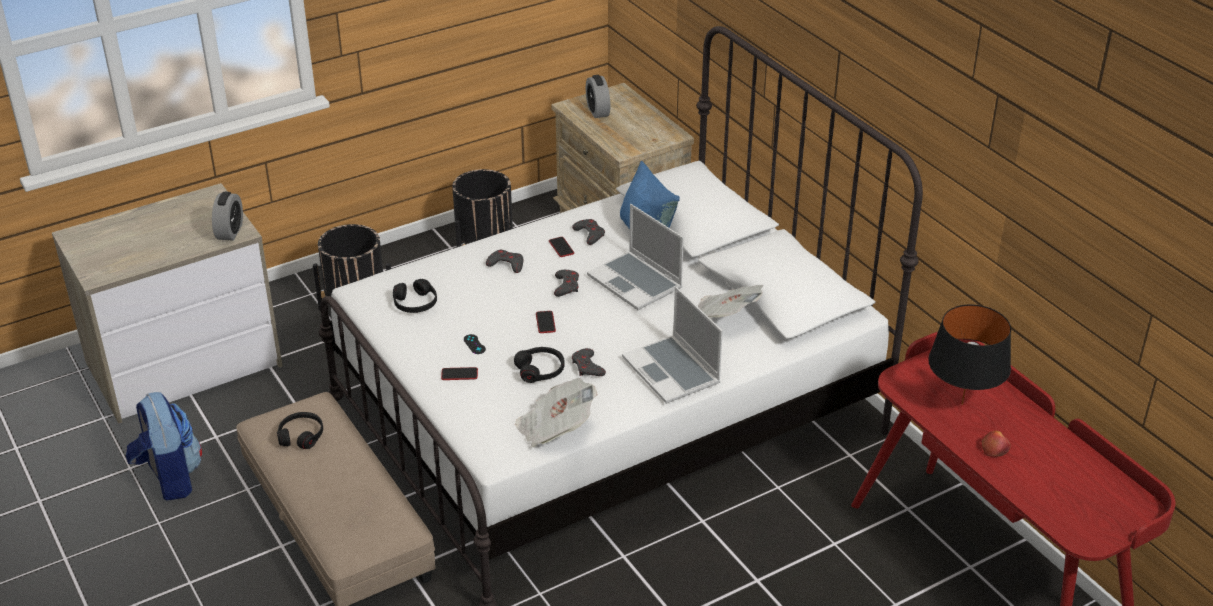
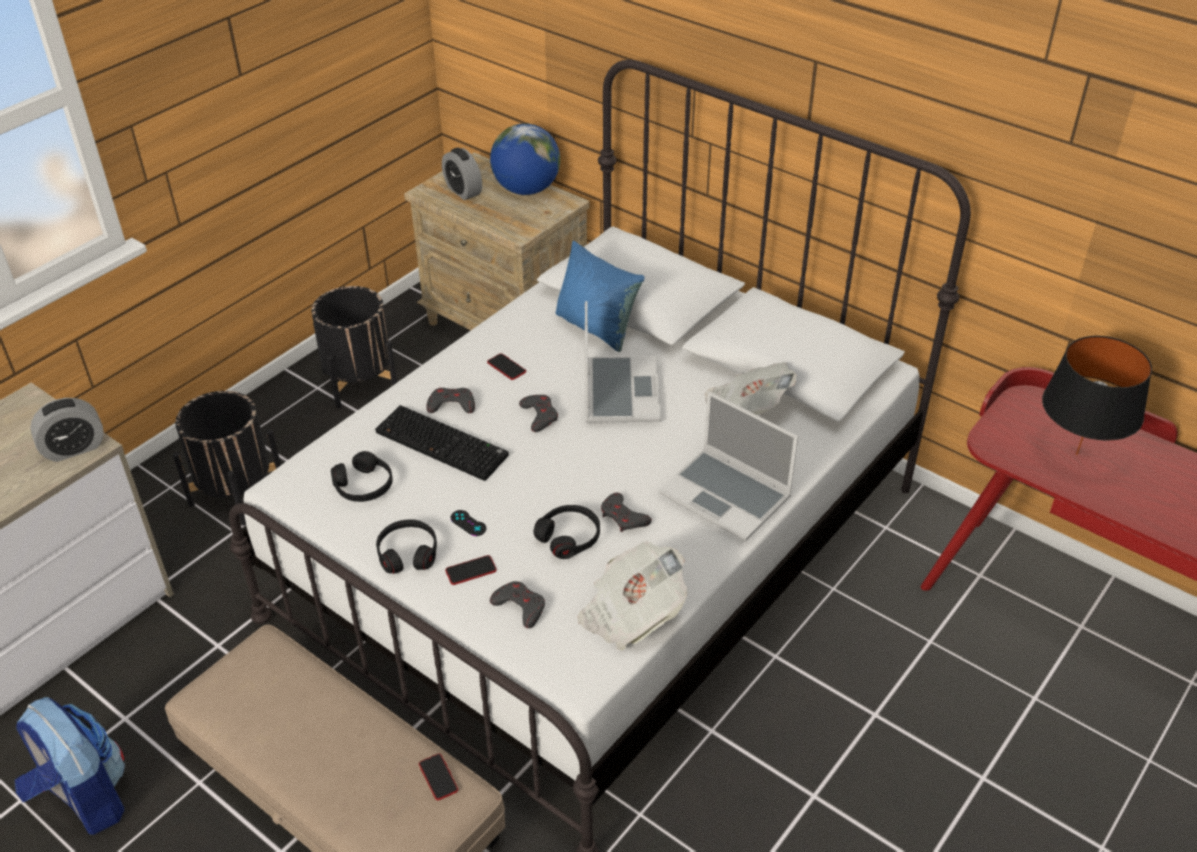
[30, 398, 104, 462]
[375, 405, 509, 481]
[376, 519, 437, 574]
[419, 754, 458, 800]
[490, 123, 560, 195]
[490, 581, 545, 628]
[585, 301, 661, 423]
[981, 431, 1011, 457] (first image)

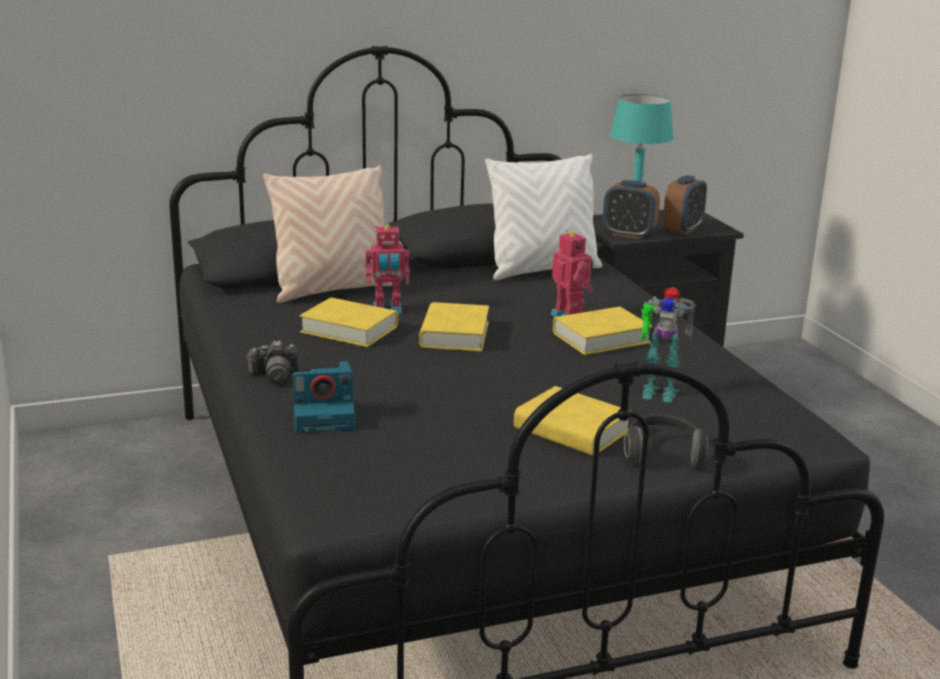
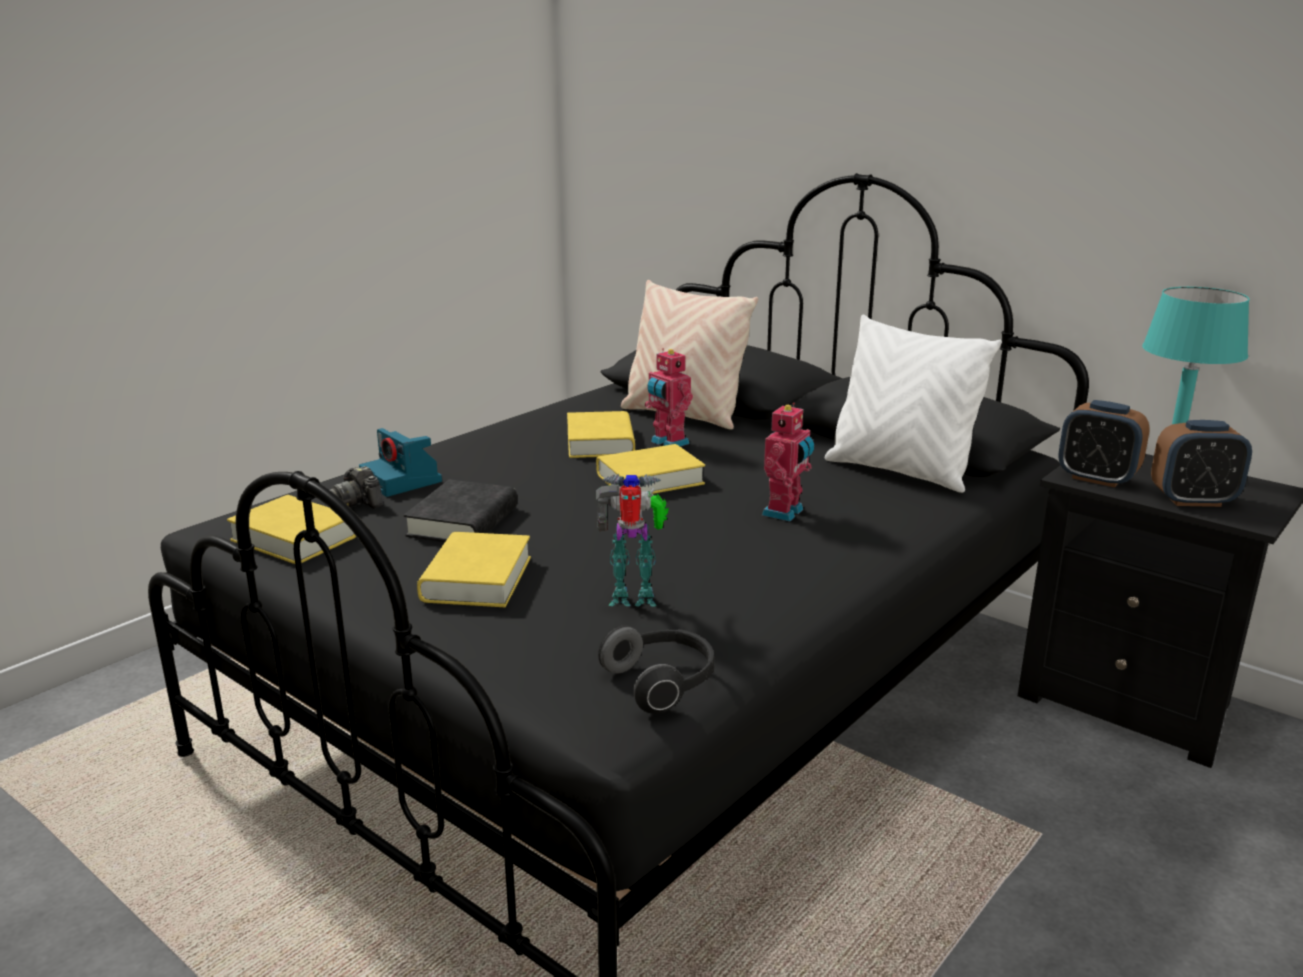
[227, 495, 356, 564]
[330, 466, 383, 509]
[404, 479, 517, 542]
[596, 474, 669, 607]
[598, 625, 714, 714]
[1058, 400, 1150, 488]

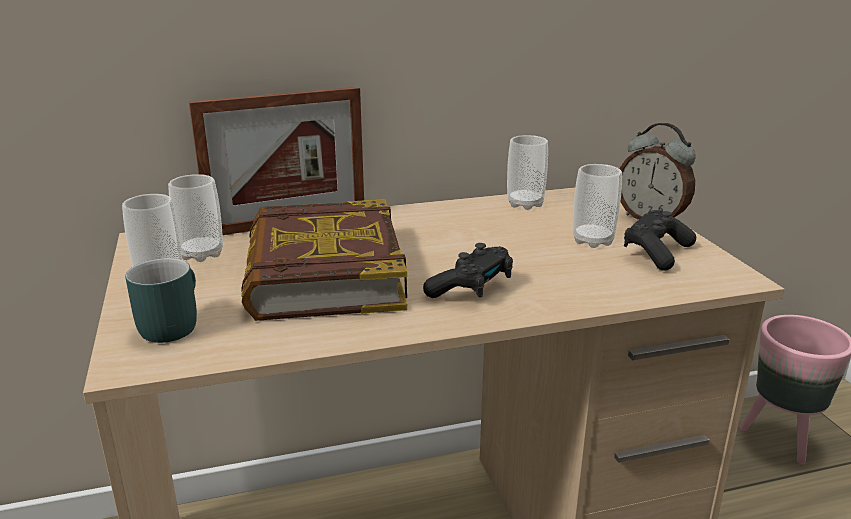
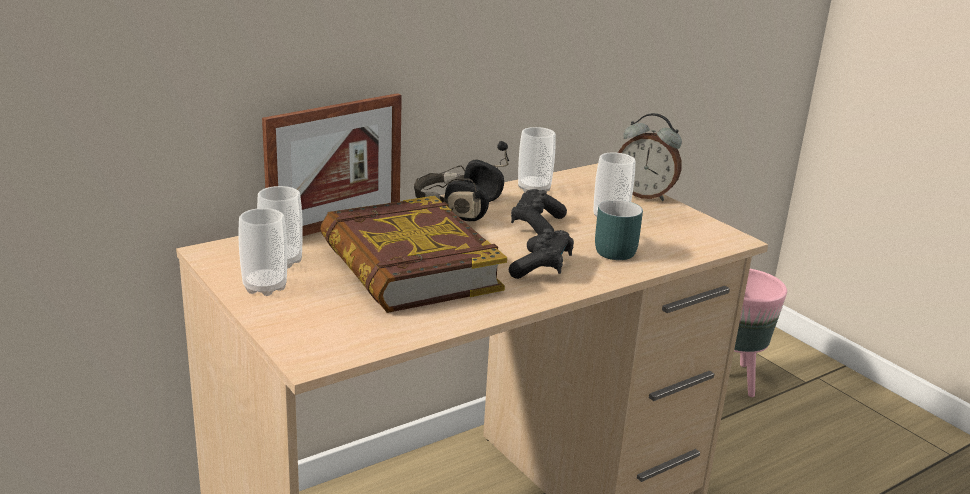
[414, 141, 509, 221]
[511, 189, 567, 235]
[595, 200, 643, 260]

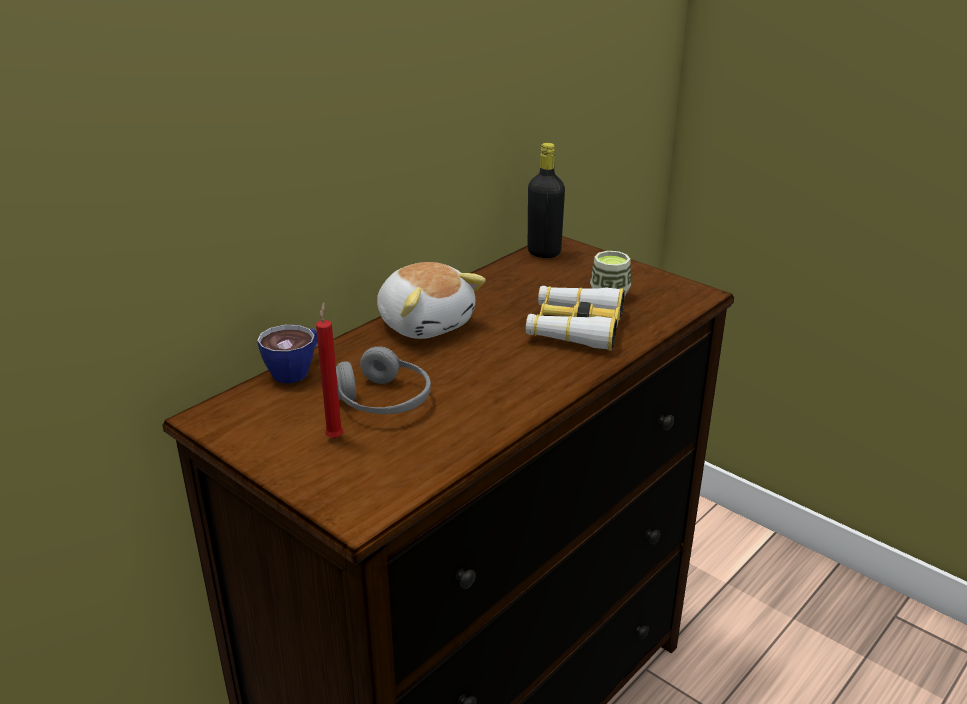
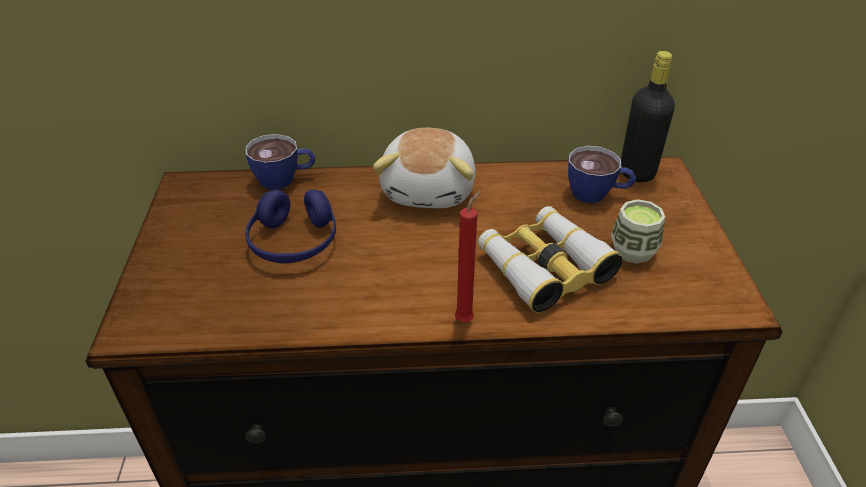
[245, 189, 336, 263]
[455, 190, 481, 322]
[568, 146, 636, 203]

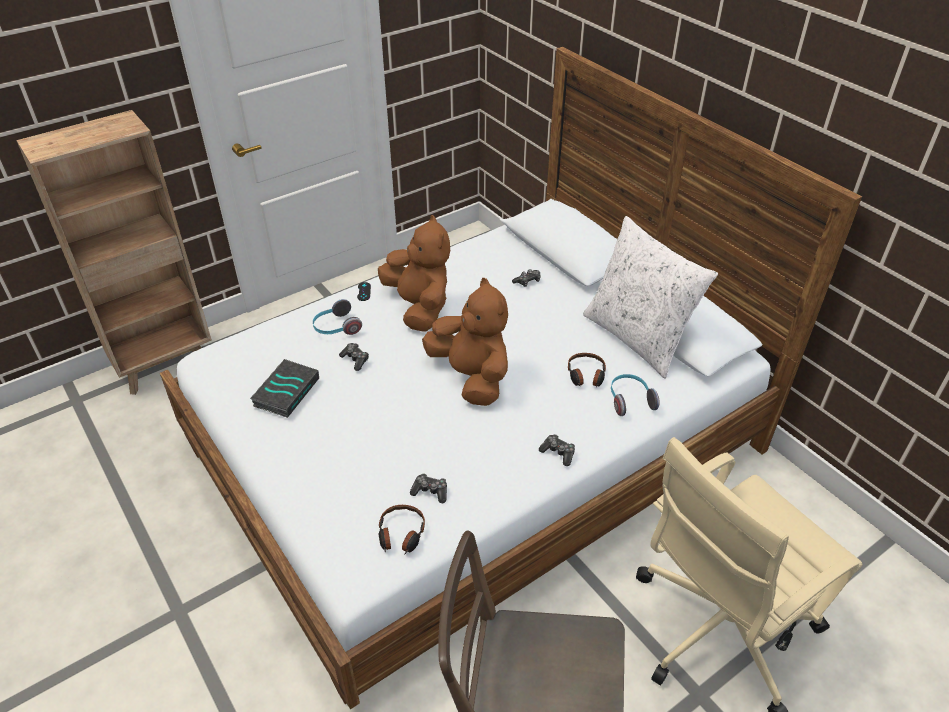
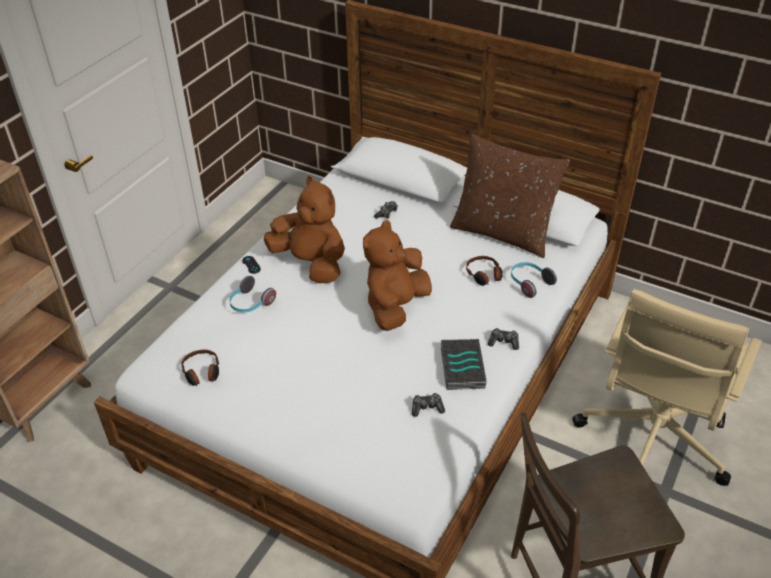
[181, 350, 219, 386]
[363, 220, 432, 331]
[441, 339, 486, 390]
[450, 134, 570, 258]
[339, 343, 369, 371] (first image)

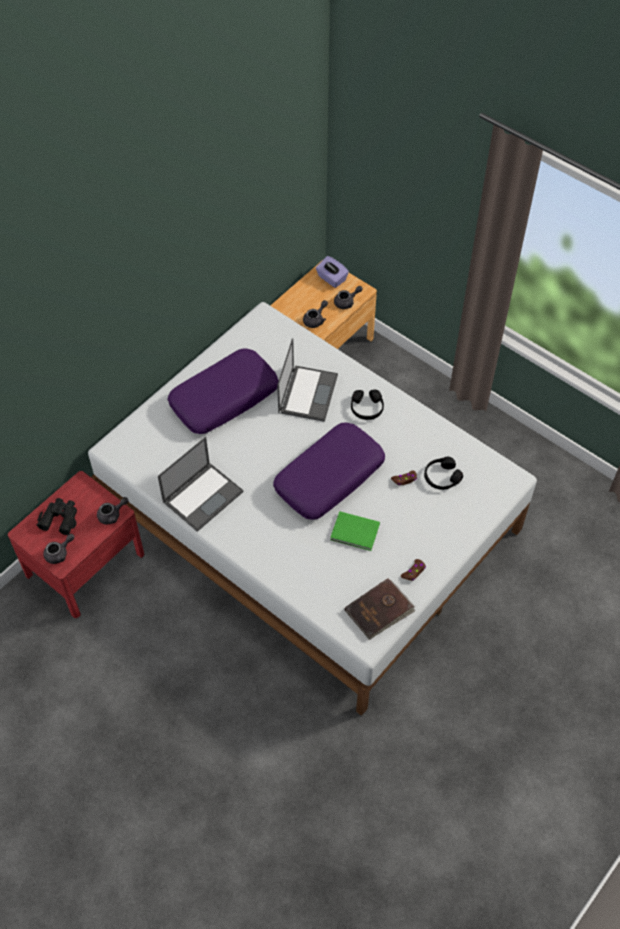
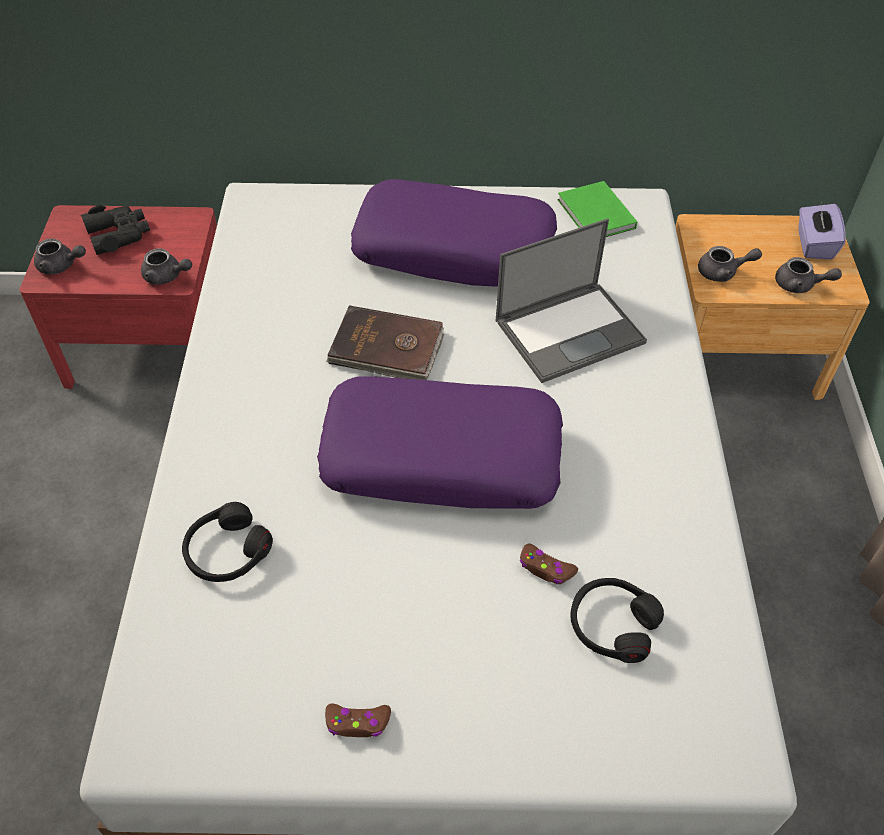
[182, 502, 273, 582]
[326, 305, 444, 380]
[557, 181, 637, 237]
[158, 437, 243, 532] (first image)

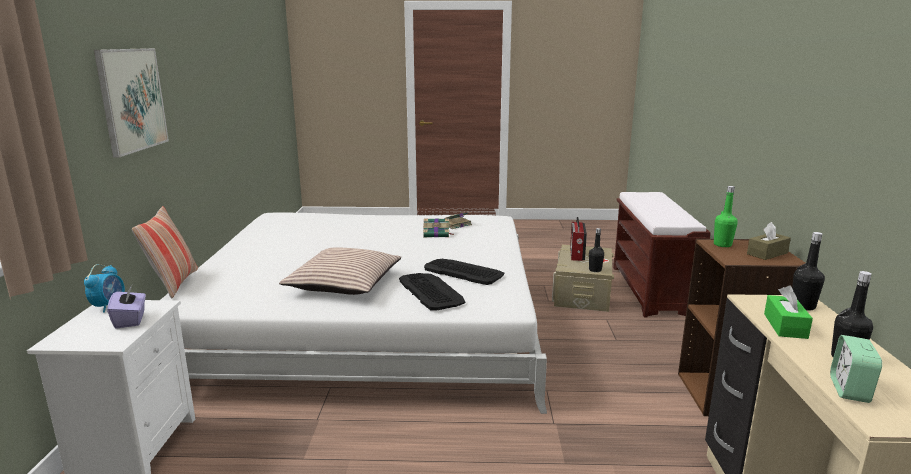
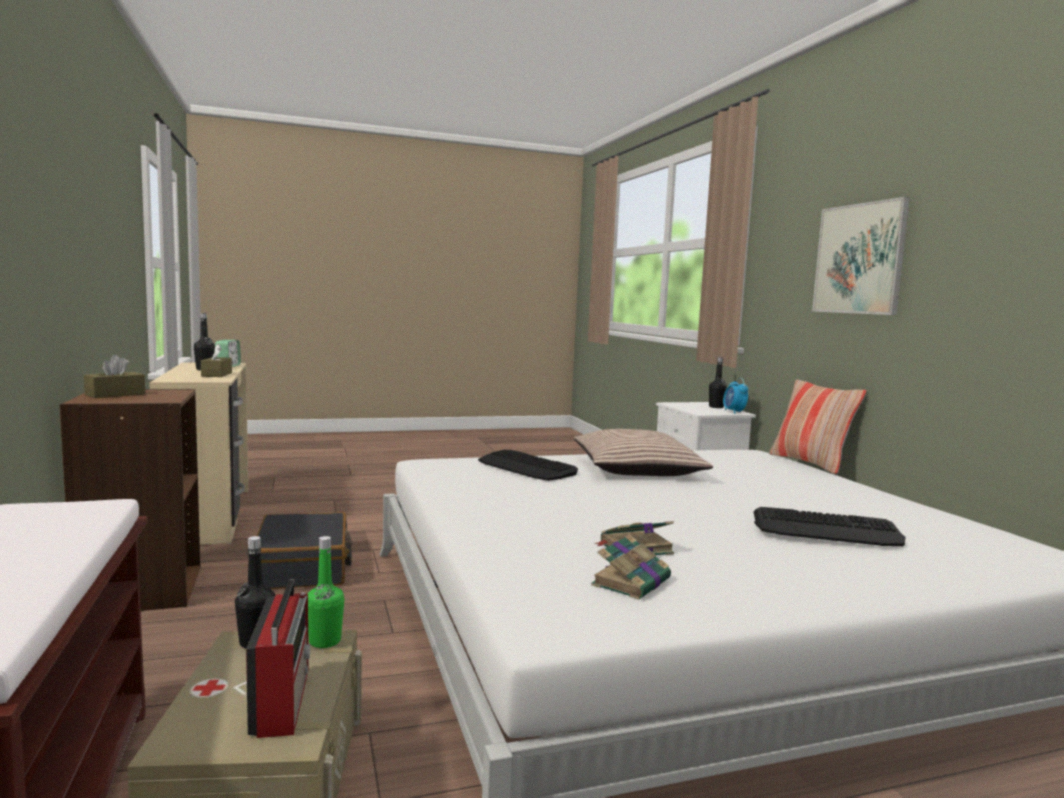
[201, 344, 232, 377]
[257, 512, 353, 589]
[307, 536, 345, 648]
[709, 357, 727, 408]
[754, 507, 905, 546]
[107, 285, 146, 329] (first image)

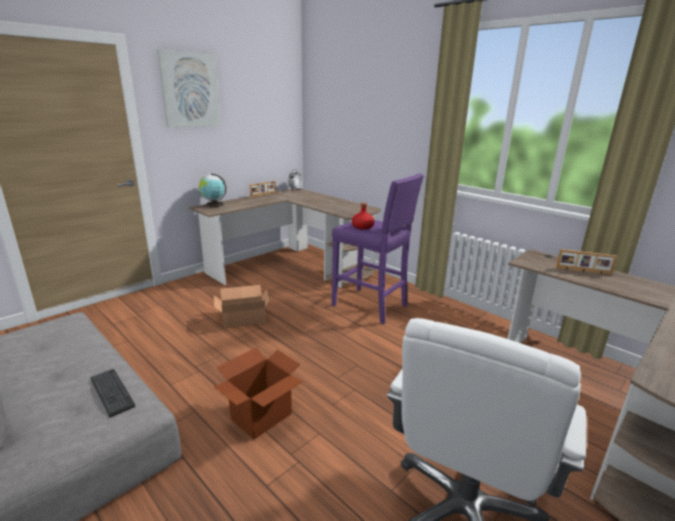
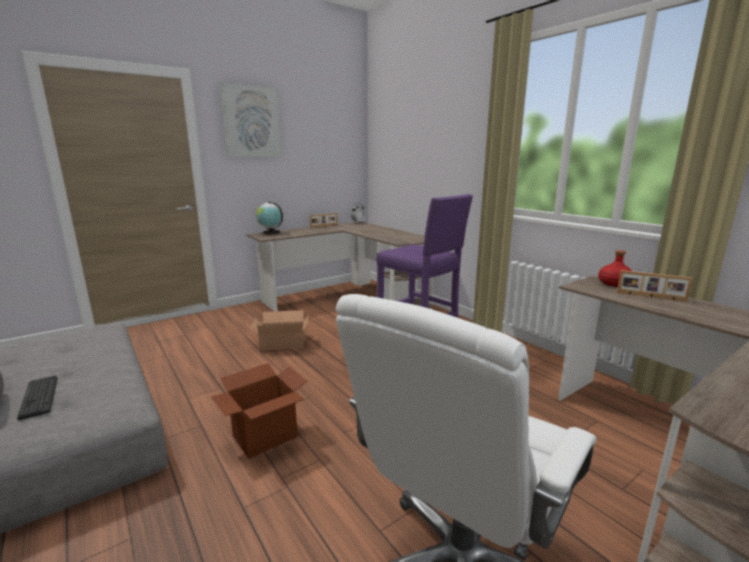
[17, 375, 58, 420]
[598, 250, 632, 287]

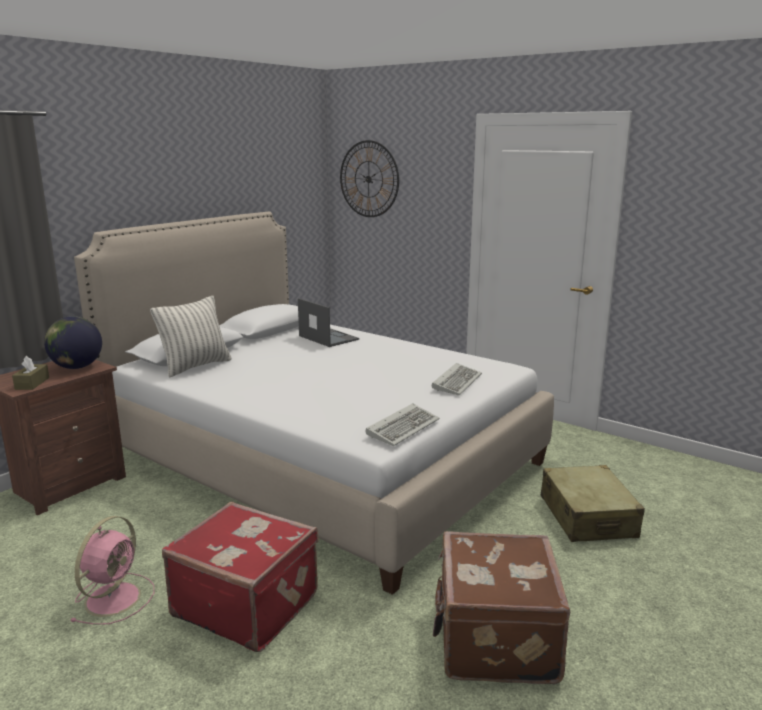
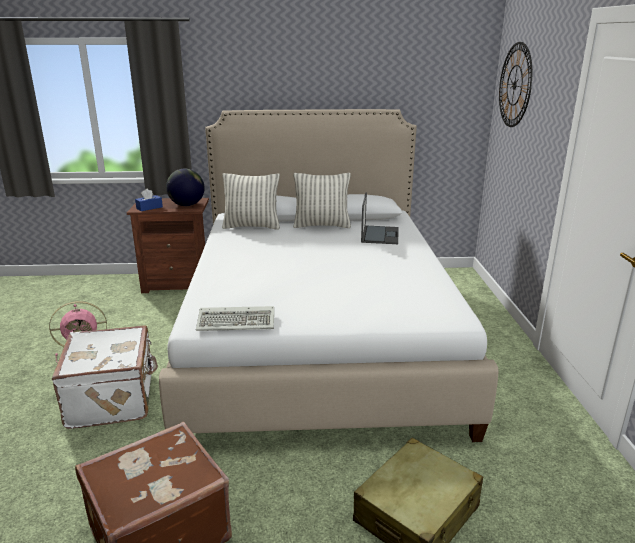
[52, 325, 158, 429]
[135, 189, 163, 211]
[293, 173, 351, 228]
[432, 363, 482, 395] (first image)

